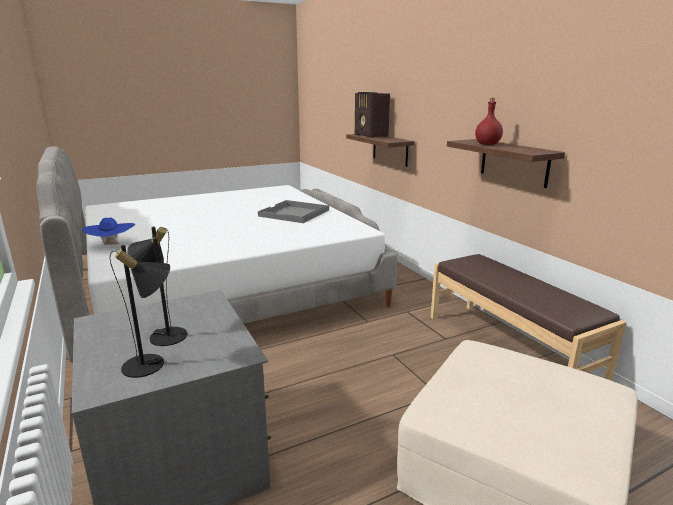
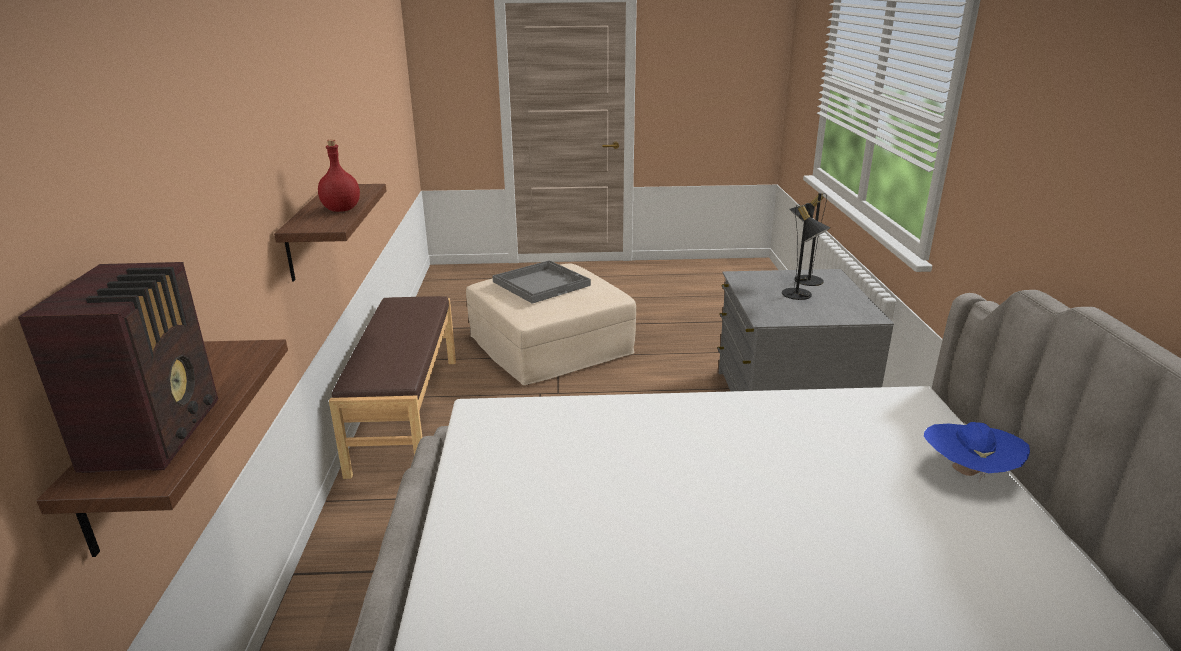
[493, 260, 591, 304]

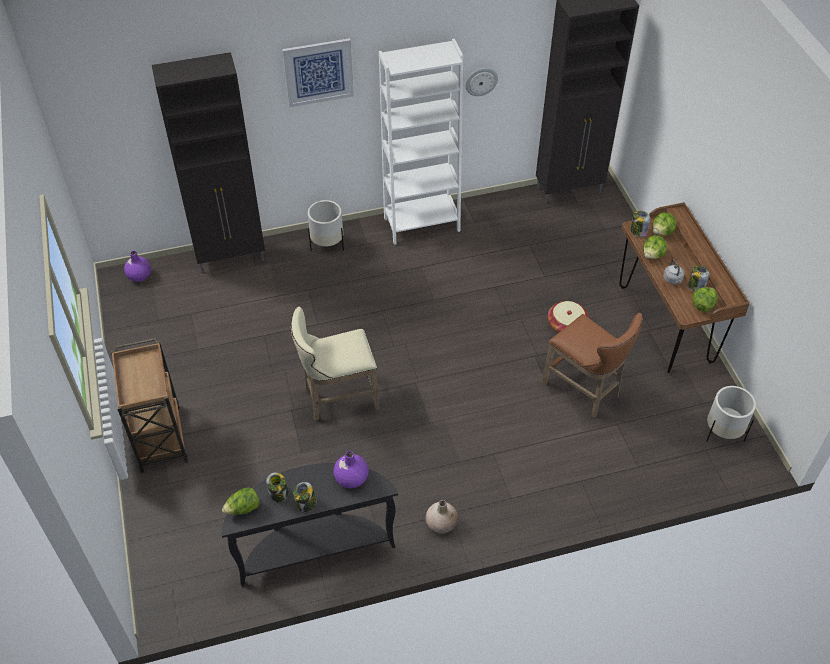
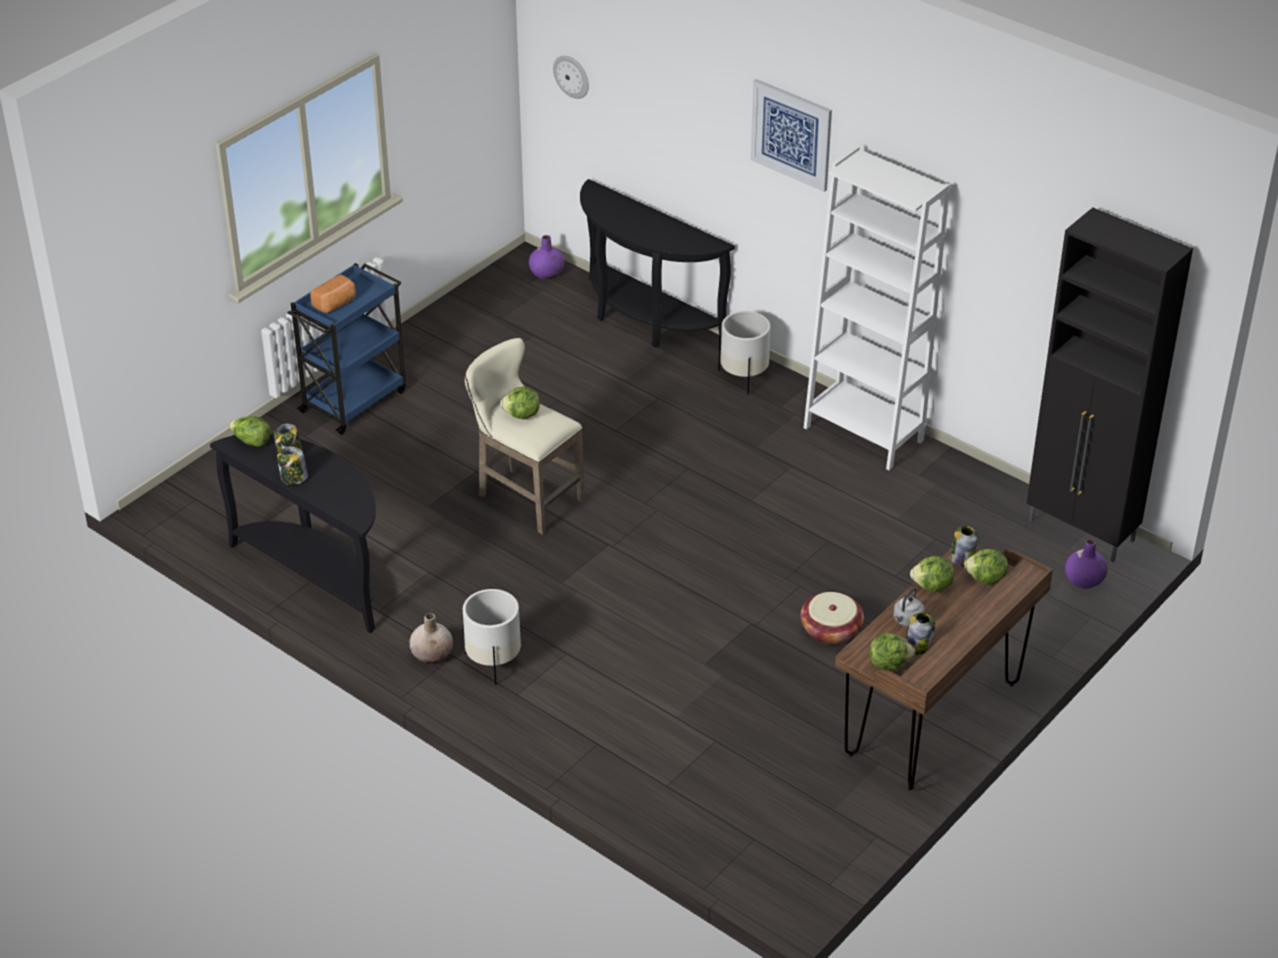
[287, 263, 406, 435]
[310, 274, 356, 313]
[463, 589, 521, 685]
[500, 387, 540, 420]
[553, 56, 589, 99]
[580, 179, 735, 348]
[1065, 539, 1108, 589]
[542, 313, 643, 417] (first image)

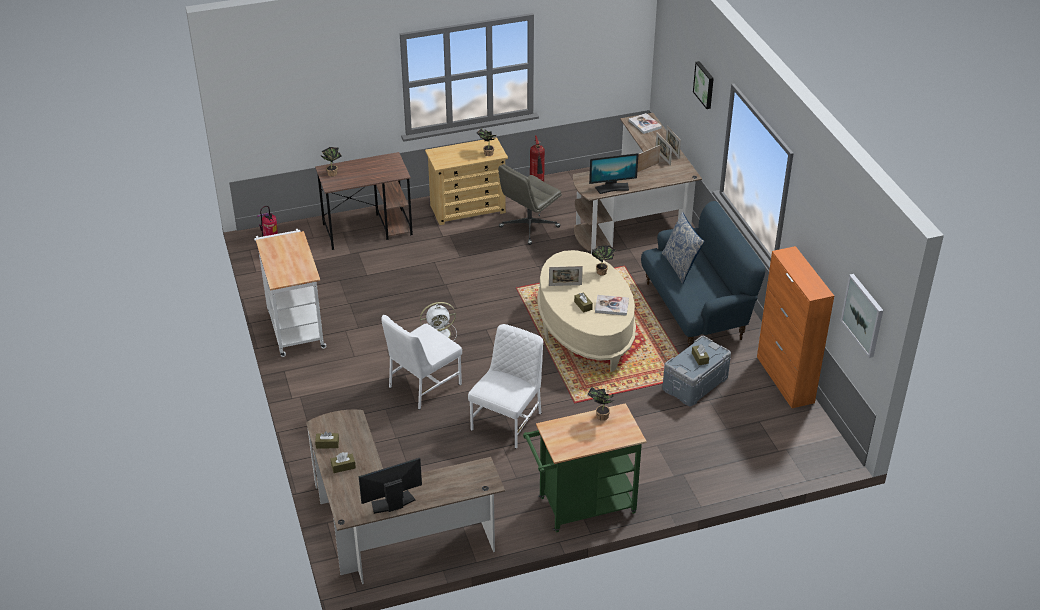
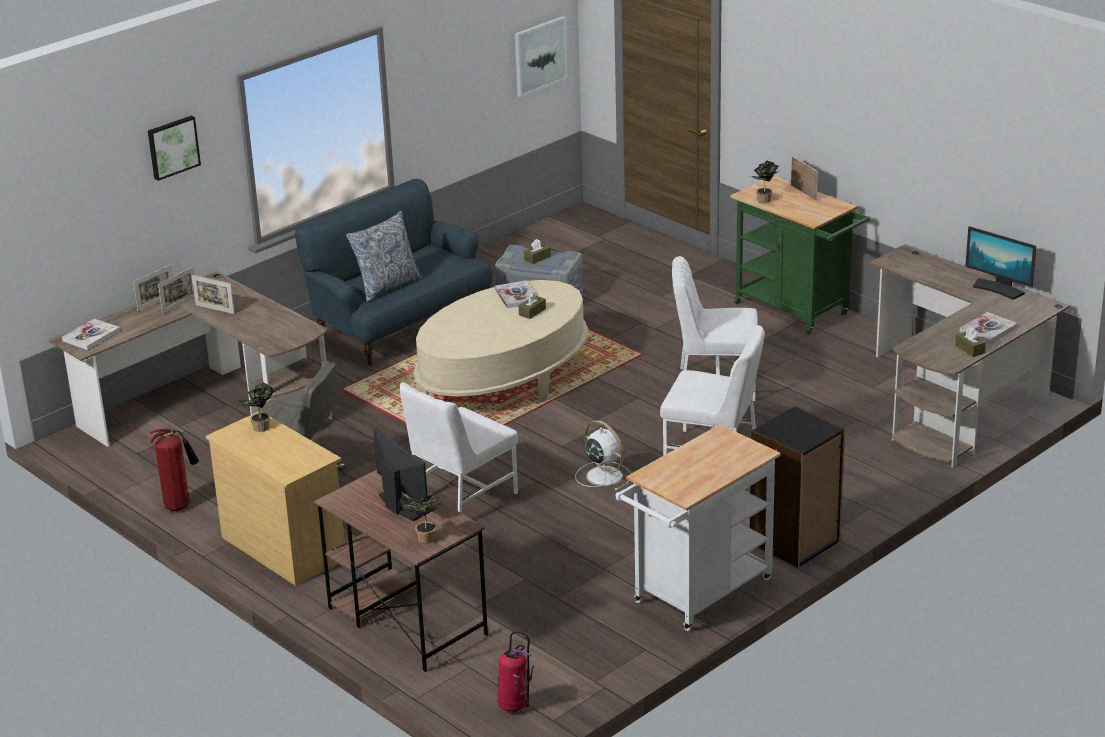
[373, 427, 428, 522]
[400, 382, 518, 513]
[750, 406, 845, 568]
[791, 156, 818, 201]
[960, 312, 1017, 344]
[592, 245, 616, 275] (first image)
[757, 246, 834, 408] (first image)

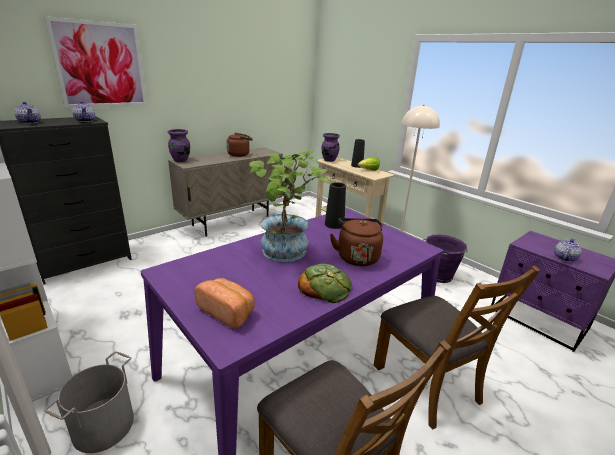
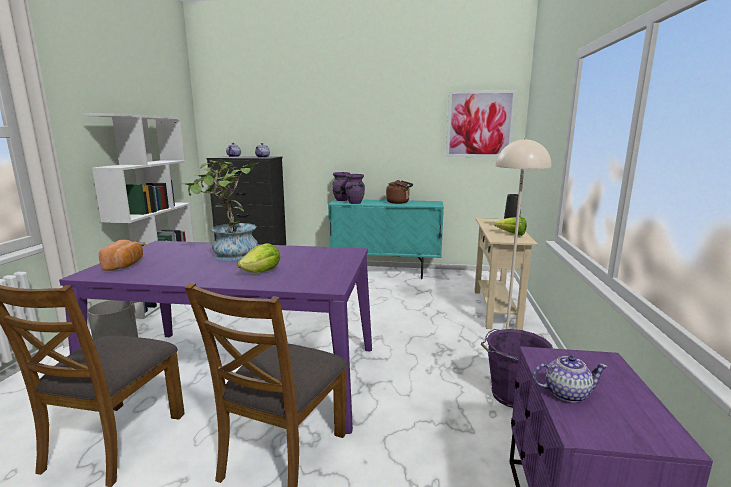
[237, 243, 280, 273]
[328, 199, 444, 279]
[345, 174, 365, 204]
[446, 90, 517, 157]
[298, 264, 352, 303] (first image)
[325, 182, 346, 229] (first image)

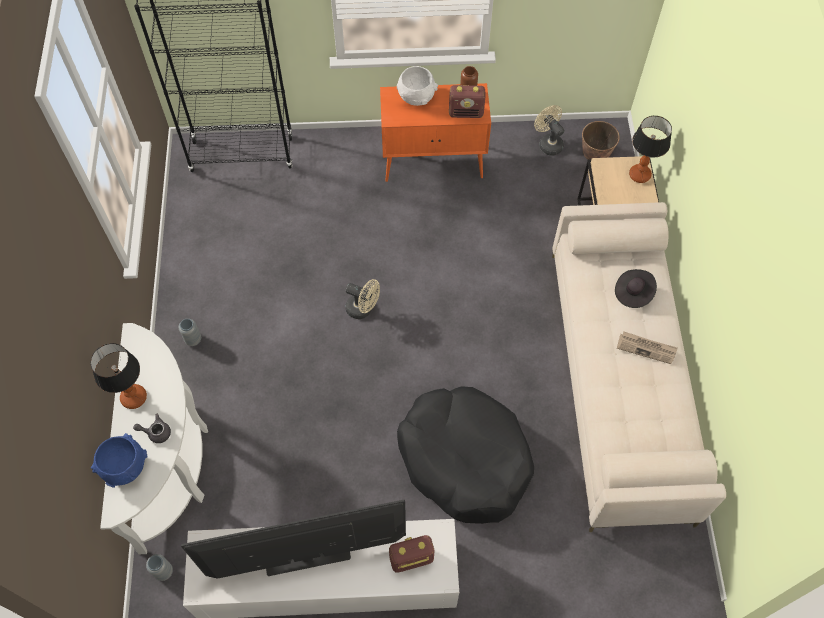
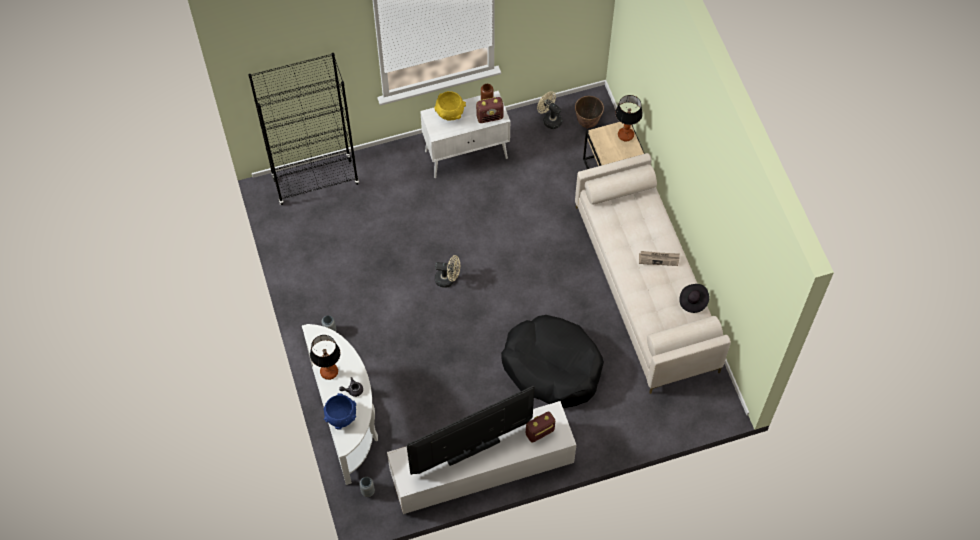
[420, 91, 510, 178]
[435, 91, 466, 121]
[679, 284, 709, 313]

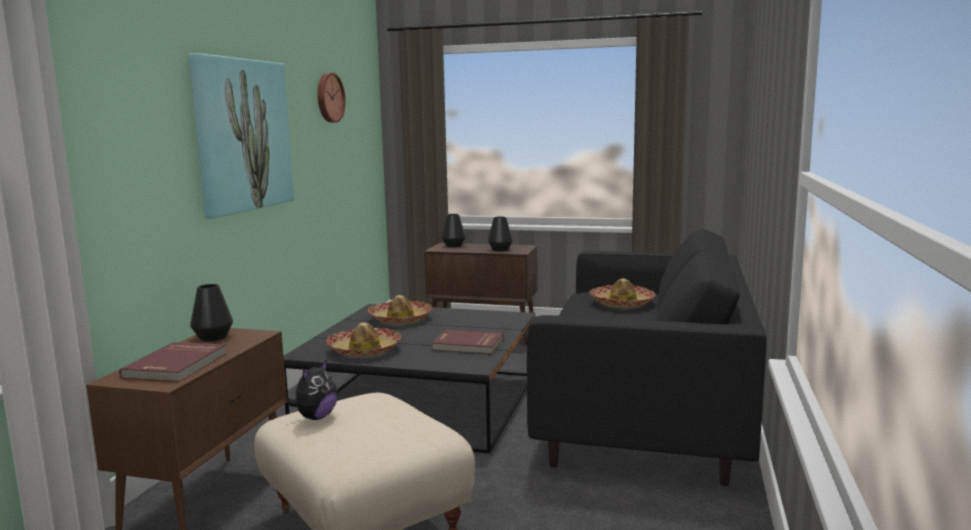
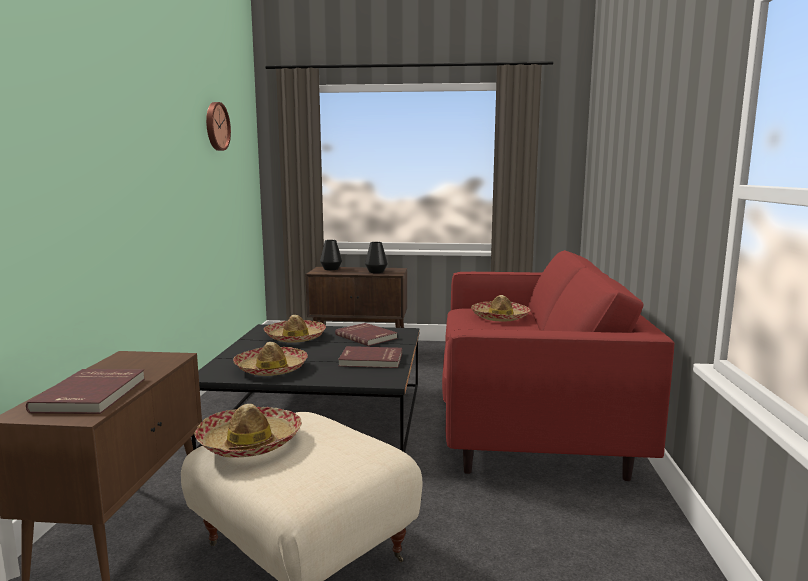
[194, 404, 302, 457]
[335, 323, 398, 346]
[442, 250, 674, 481]
[189, 53, 294, 219] (first image)
[190, 284, 233, 341] (first image)

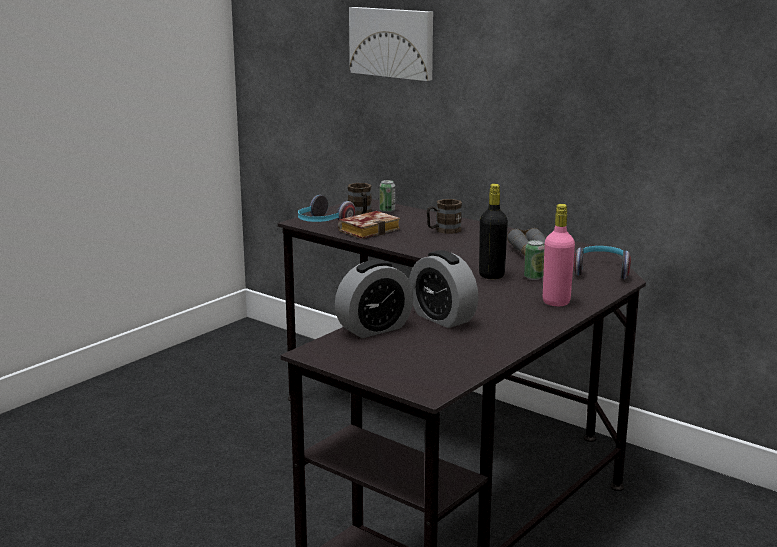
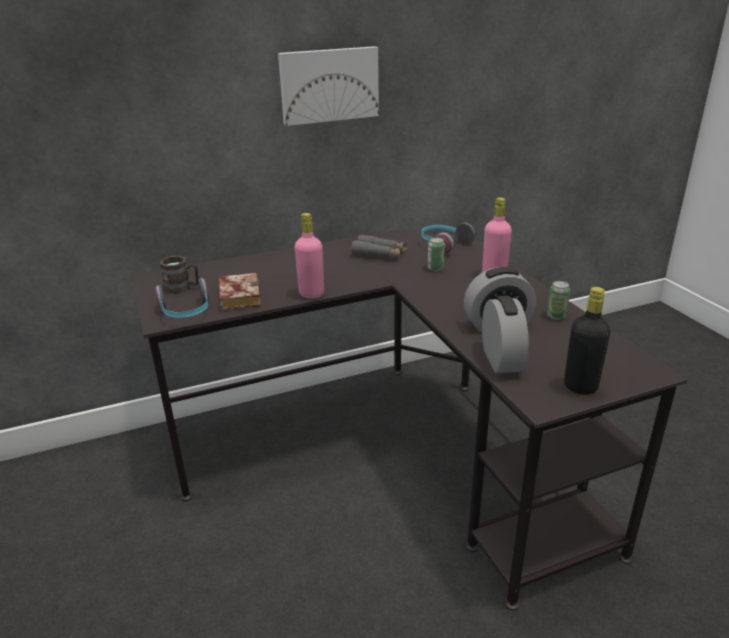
[278, 46, 379, 126]
[295, 213, 324, 299]
[547, 281, 570, 320]
[564, 287, 611, 395]
[427, 199, 462, 234] (first image)

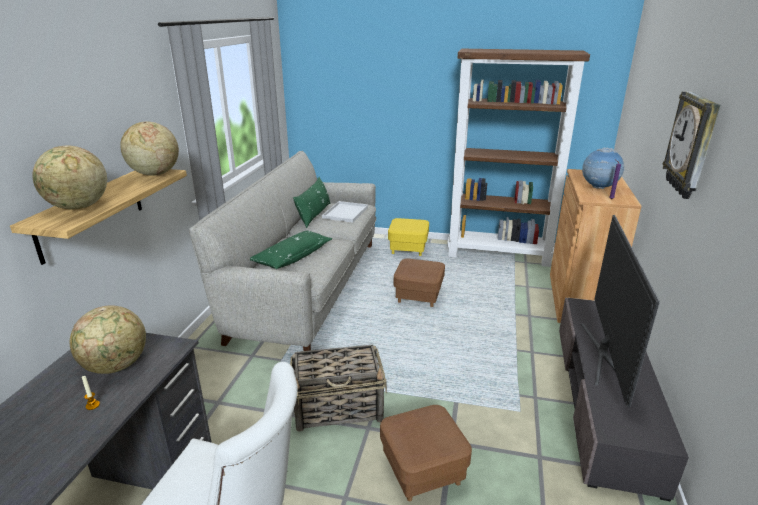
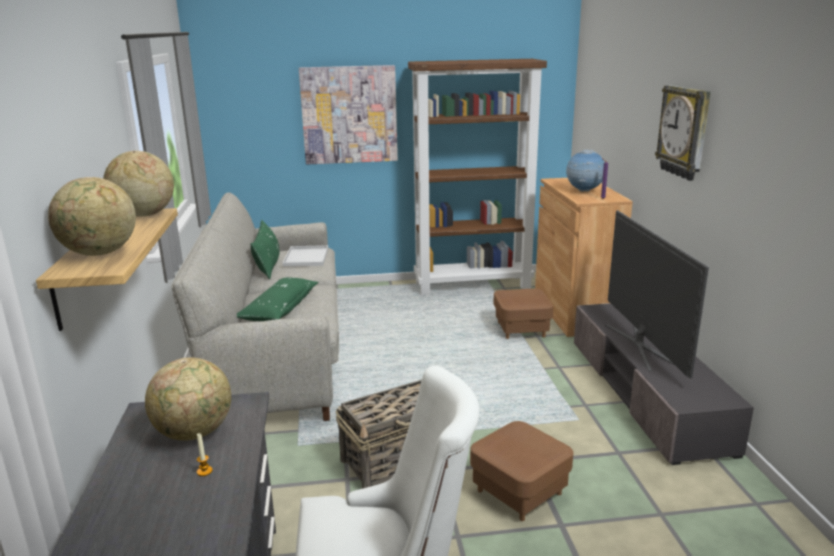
[299, 65, 398, 165]
[493, 288, 553, 339]
[388, 218, 429, 256] (first image)

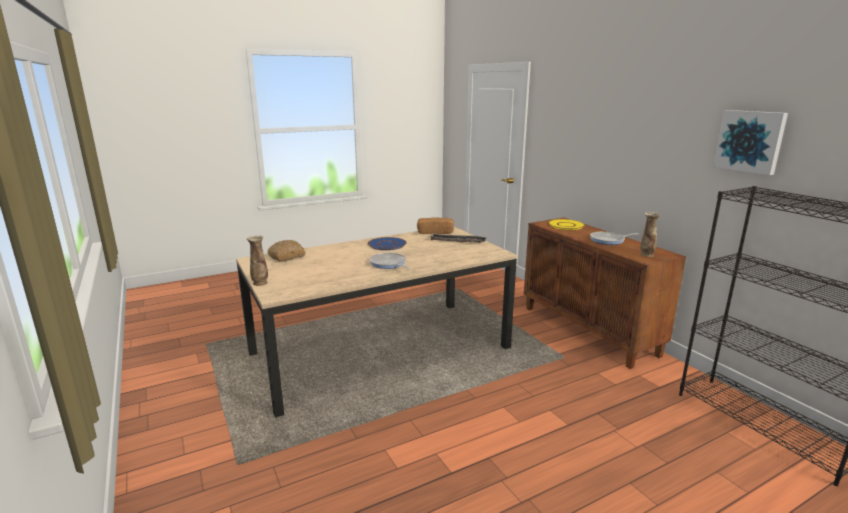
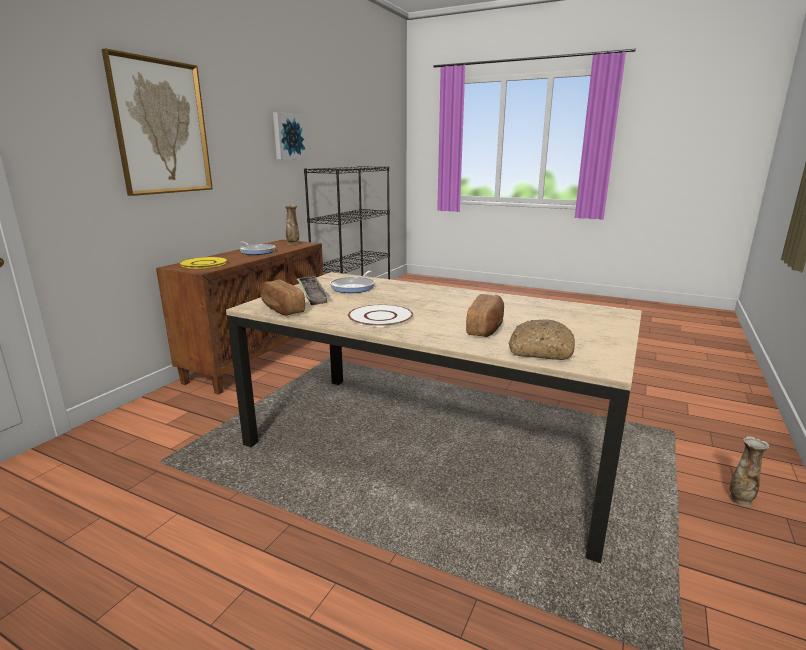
[101, 48, 213, 196]
[330, 271, 375, 293]
[348, 305, 413, 327]
[466, 294, 504, 337]
[729, 436, 769, 507]

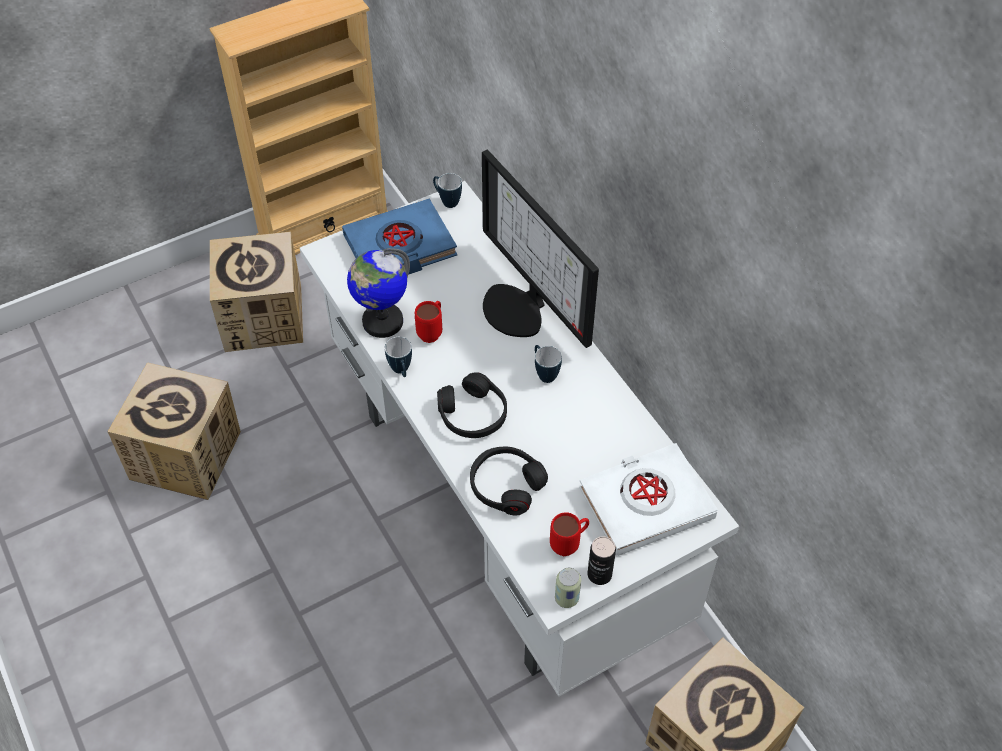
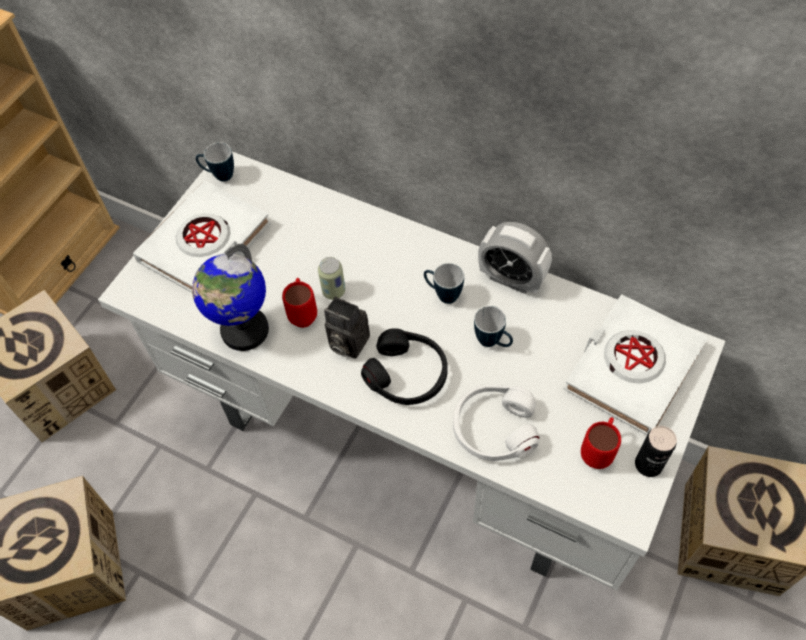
[133, 181, 271, 293]
[318, 257, 345, 300]
[324, 297, 370, 359]
[453, 384, 539, 461]
[474, 306, 513, 347]
[478, 222, 552, 294]
[482, 150, 599, 348] (first image)

